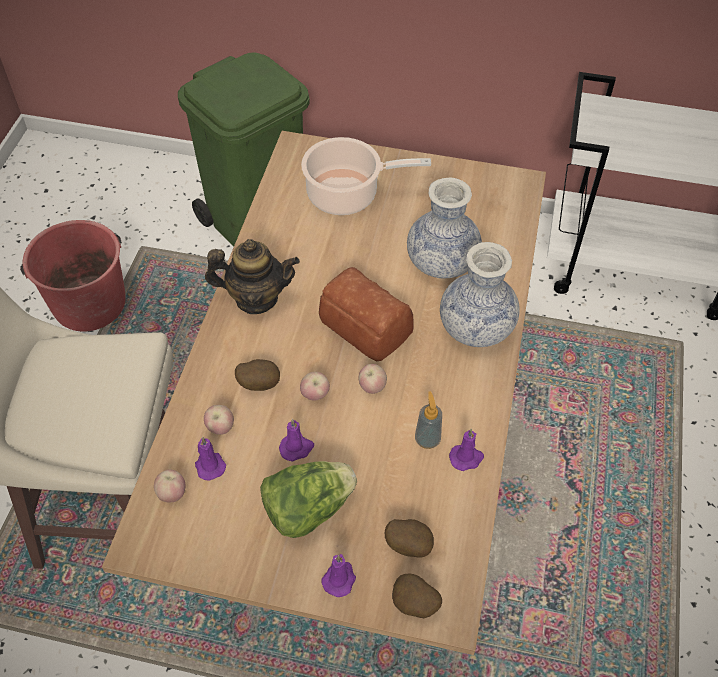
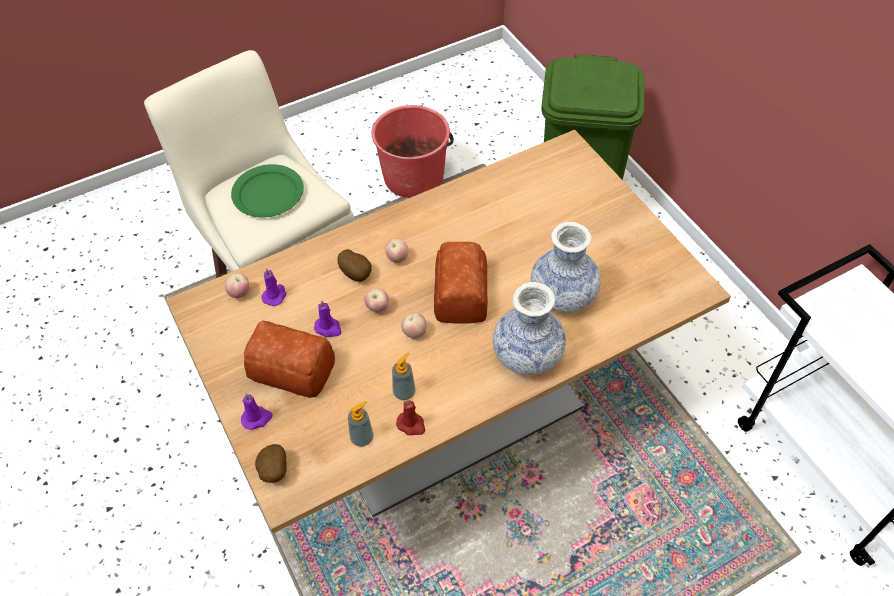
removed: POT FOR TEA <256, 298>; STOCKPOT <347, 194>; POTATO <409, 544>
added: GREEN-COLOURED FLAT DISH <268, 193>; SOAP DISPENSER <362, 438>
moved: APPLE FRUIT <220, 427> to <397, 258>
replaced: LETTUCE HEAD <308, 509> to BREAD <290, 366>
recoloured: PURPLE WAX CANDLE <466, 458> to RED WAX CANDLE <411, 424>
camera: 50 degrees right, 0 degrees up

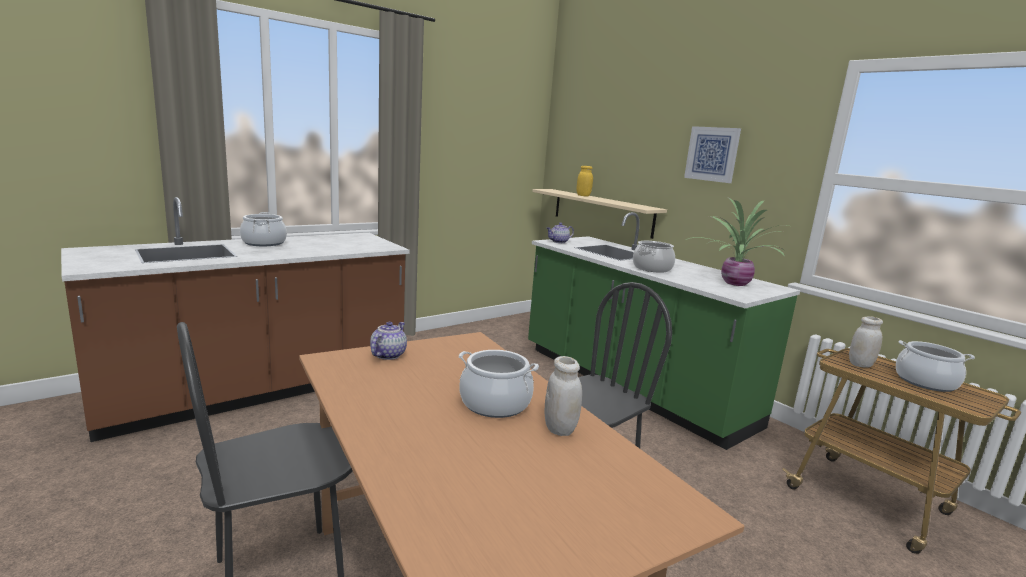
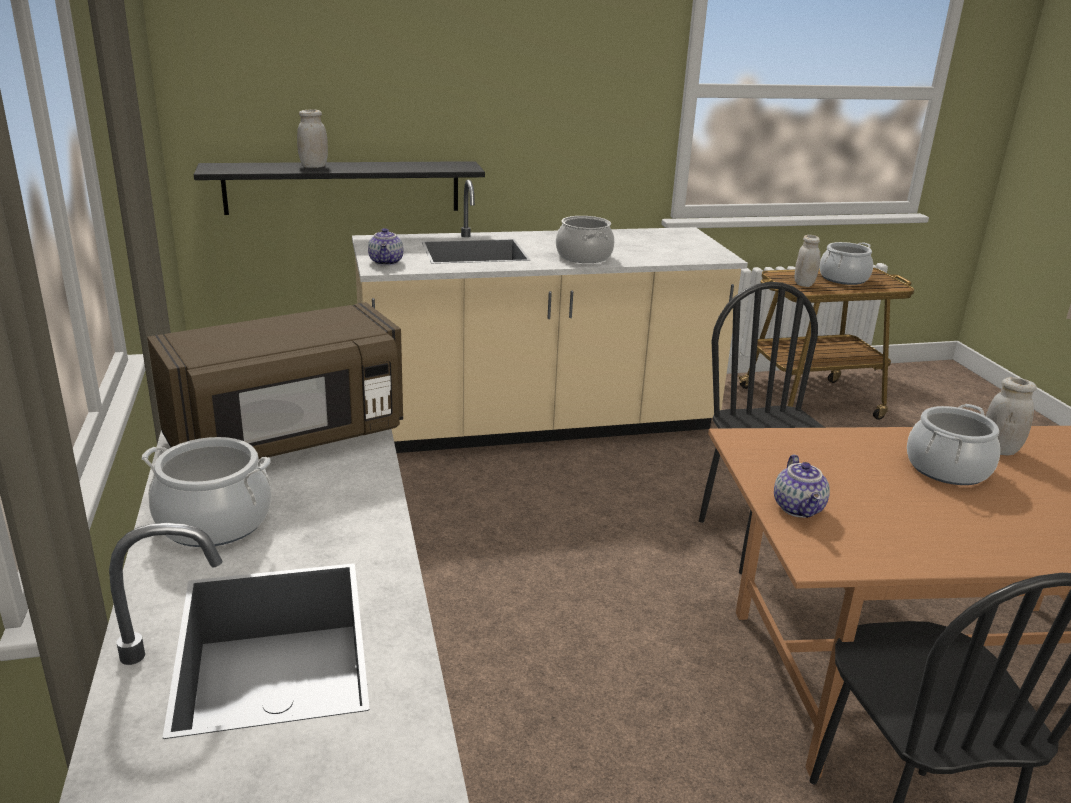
removed: WALL ART <712, 154>; POTTED PLANT <733, 283>
added: BROWN KITCHEN MICROWAVE <289, 438>
recoloured: BEIGE BRACKET SHELF <602, 212> to BLACKISH BRACKET SHELF <343, 187>; YELLOWISH JAR <583, 196> to WHITE JAR <314, 166>; GREEN-COLOURED COUNTER <631, 386> to BEIGE COUNTER <538, 424>
turned: POT FOR TEA <387, 355> = <799, 509> 135 degrees counterclockwise
camera: 65 degrees left, 10 degrees up

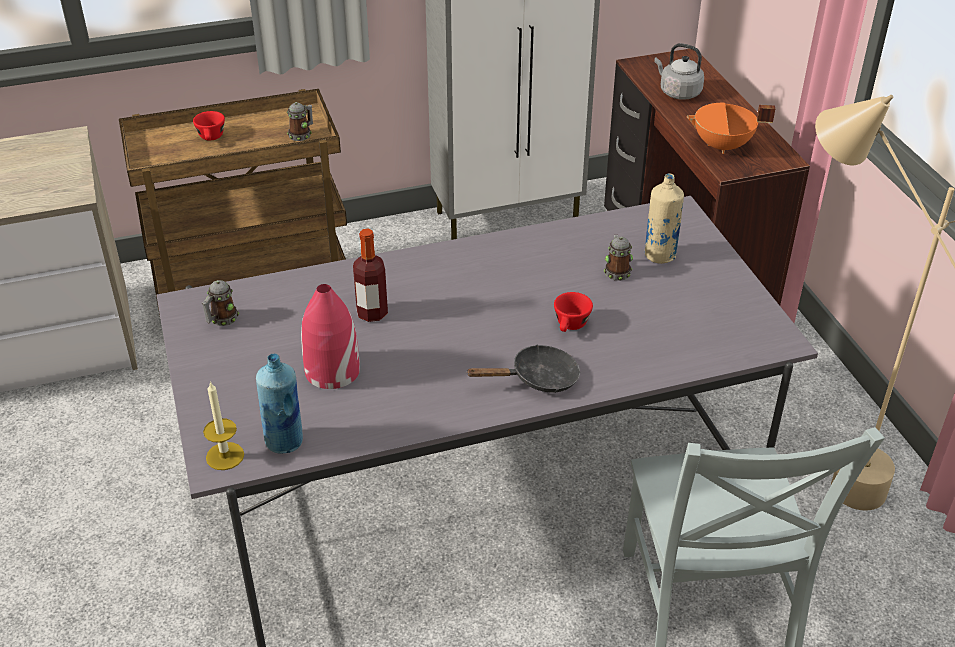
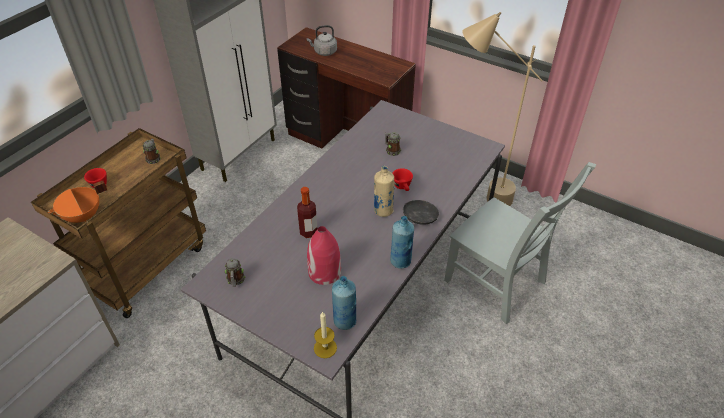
added: BLUE DRINK BOTTLE <400, 261>
moved: ORANGEY STOCKPOT <722, 146> to <83, 217>; BEIGE DRINK BOTTLE <660, 255> to <383, 210>
camera: 40 degrees left, 5 degrees up

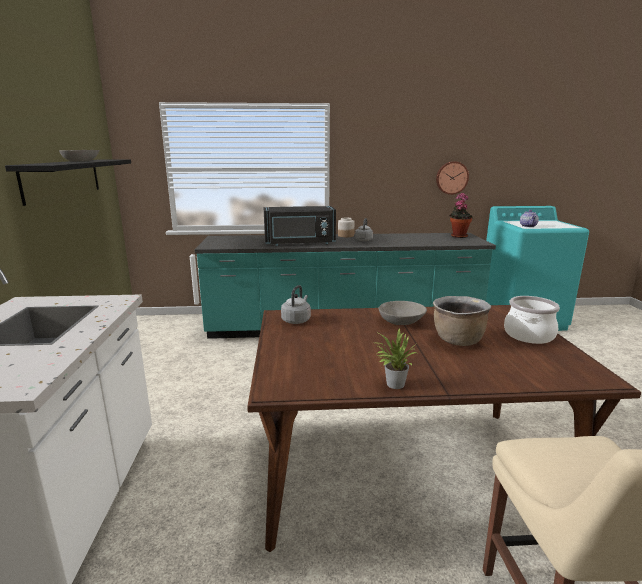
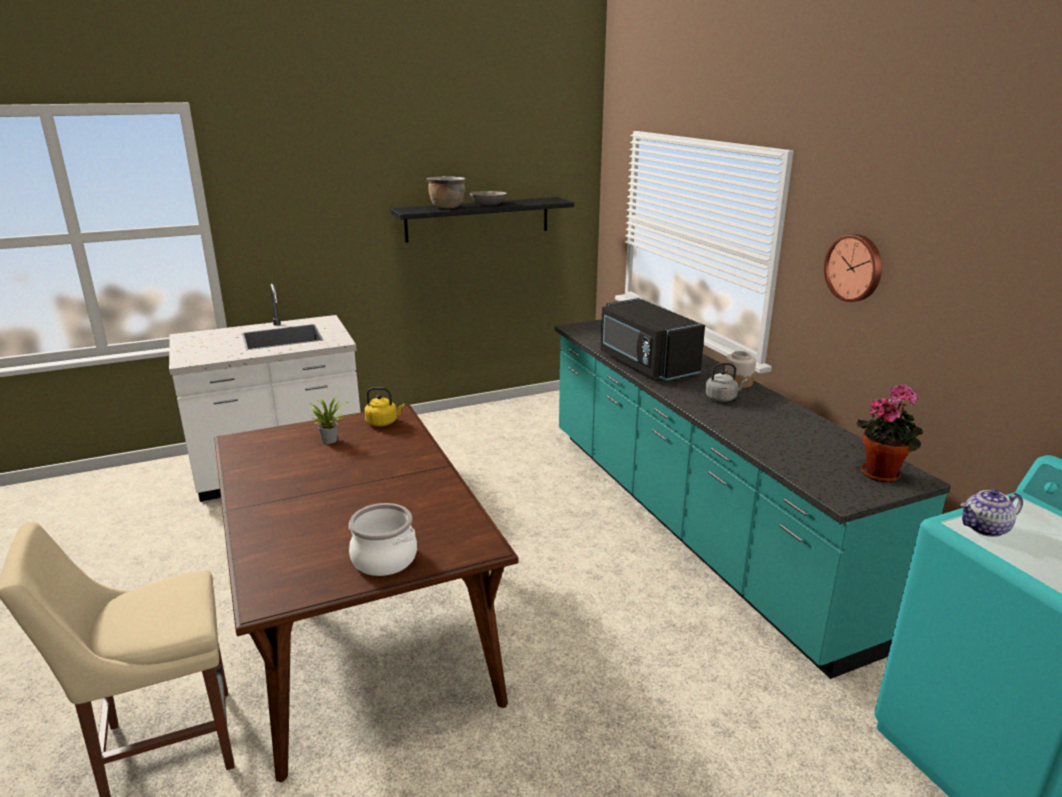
removed: GREY BOWL <401, 321>
moved: POTTED PLANT <392, 384> to <329, 439>; BROWN STOCKPOT <457, 340> to <447, 207>; WALL CLOCK <451, 178> to <855, 267>
recoloured: GREY WATER KETTLE <296, 320> to YELLOWISH WATER KETTLE <383, 422>
camera: 70 degrees right, 5 degrees up

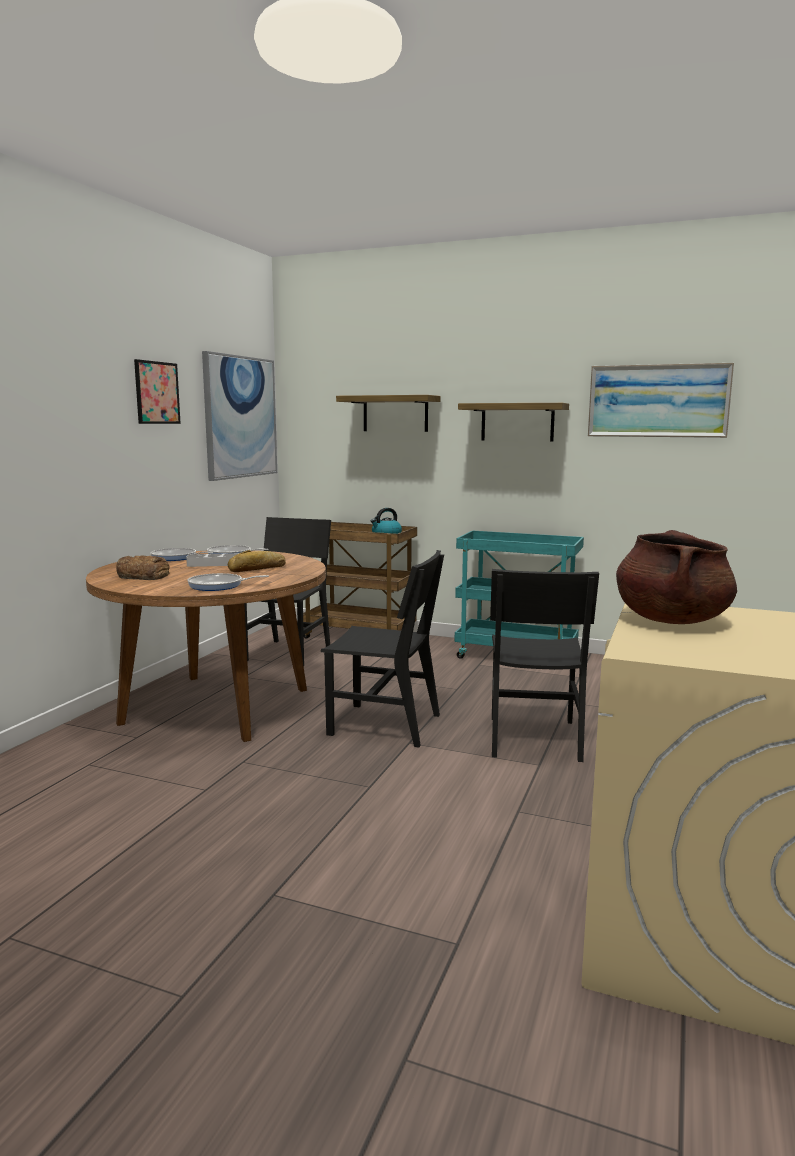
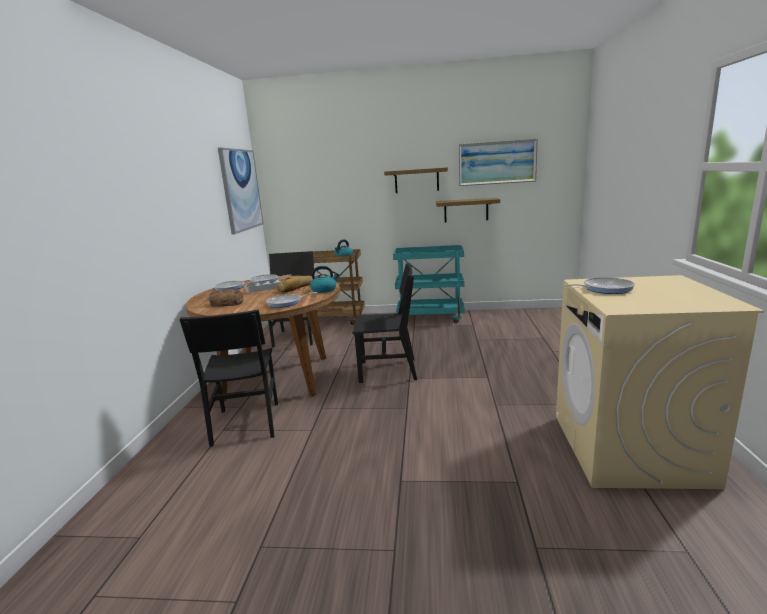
removed: WALL ART <157, 392>
added: WATER KETTLE <324, 290>
moved: BLACKISH UPRIGHT CHAIR <533, 738> to <246, 423>; BRACKET SHELF <395, 414> to <466, 210>
replaced: BROWN STOCKPOT <671, 620> to PAN <604, 289>
camera: 15 degrees left, 5 degrees up

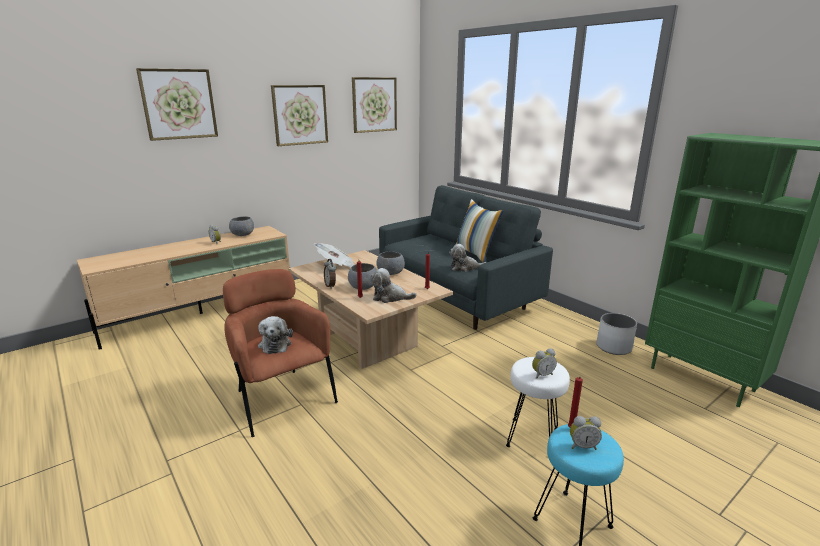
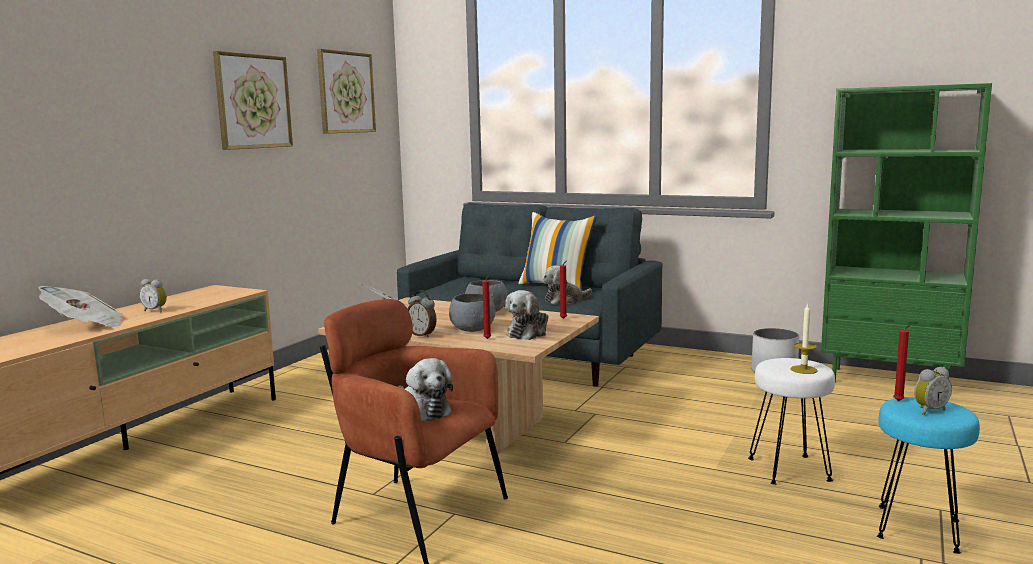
removed: WALL ART <179, 104>; GREY BOWL <243, 235>
added: NEWSPAPER <86, 326>
replaced: ALARM CLOCK <542, 375> to WAX CANDLE <803, 370>
turned: SOFT TOY <390, 297> = <529, 332> 45 degrees counterclockwise
camera: 25 degrees left, 10 degrees down

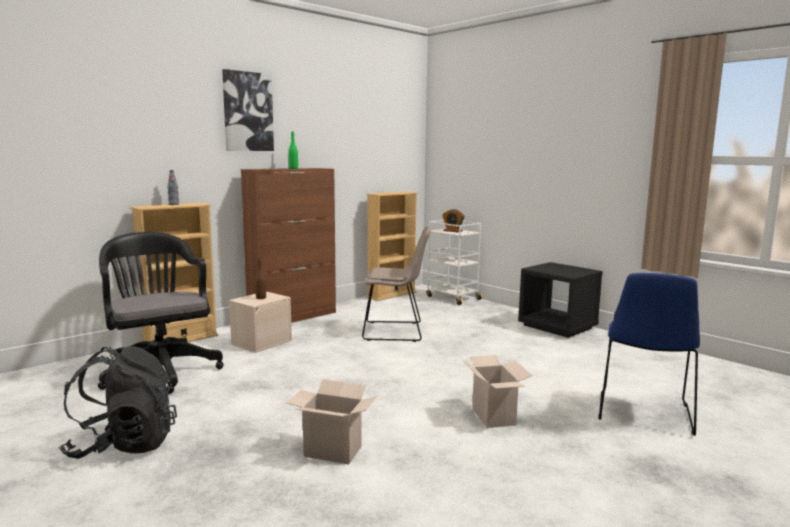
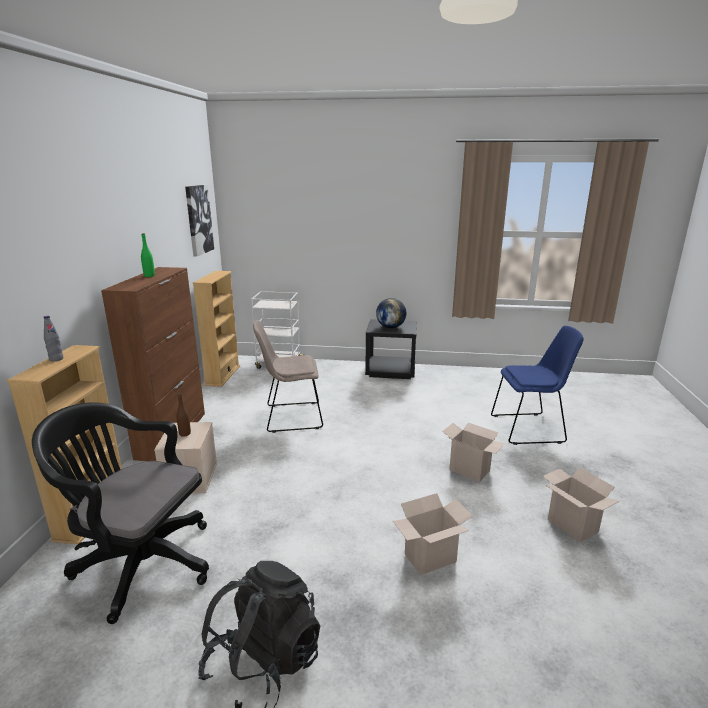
removed: ALARM CLOCK <452, 231>
added: WORLD GLOBE <390, 327>; CARDBOARD BOX <570, 525>
moved: WALL ART <247, 112> to <198, 219>
turned: BEIGE UPRIGHT CHAIR <396, 331> = <291, 417> 150 degrees counterclockwise; BLUE UPRIGHT CHAIR <644, 414> = <529, 428> 75 degrees counterclockwise
camera: 40 degrees left, 10 degrees up

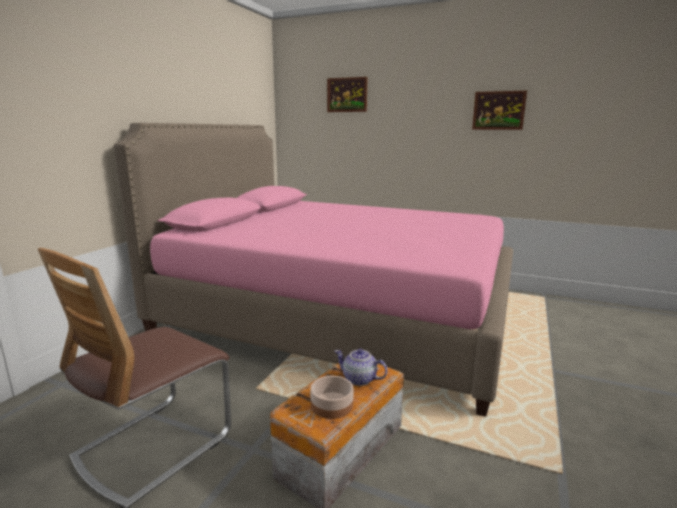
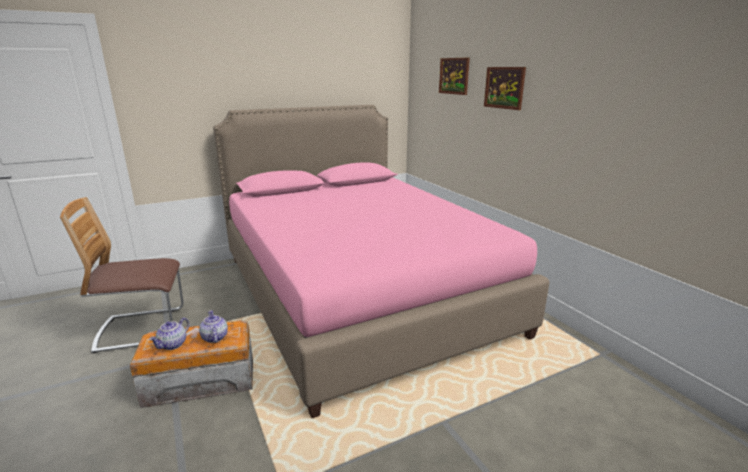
moved: WALL ART <498, 110> to <504, 88>
replaced: BOWL <332, 405> to POT FOR TEA <173, 344>
camera: 40 degrees right, 5 degrees up

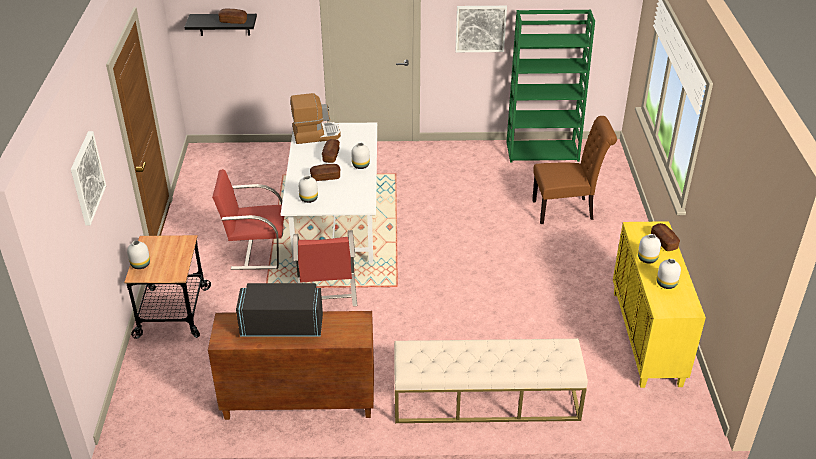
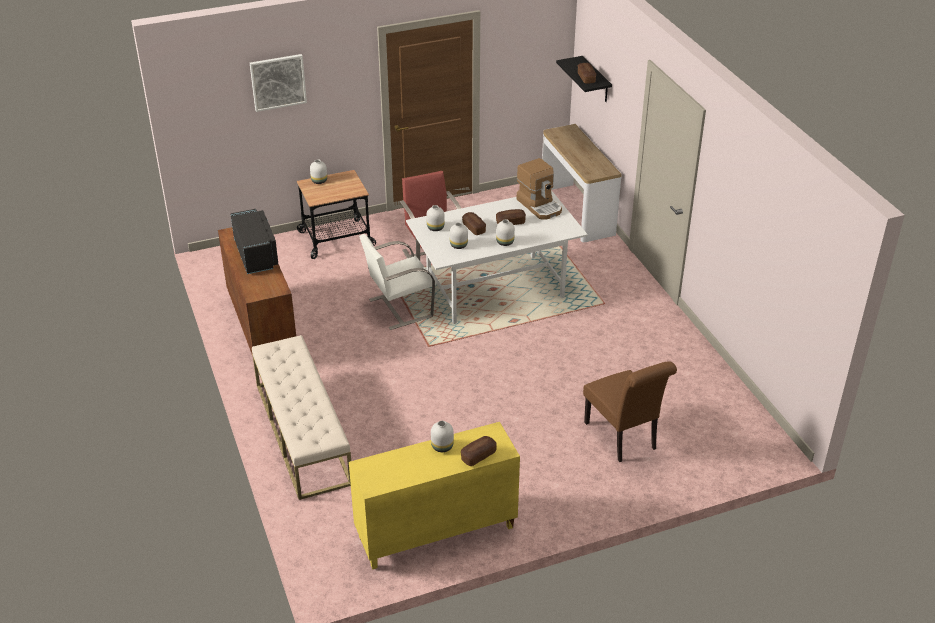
removed: WALL ART <480, 28>; GREEN-COLOURED BOOKSHELF <543, 151>
added: HALL TABLE <577, 212>
moved: WHITE FLOWER VASE <665, 284> to <458, 245>
recoloured: RED UPRIGHT CHAIR <326, 292> to WHITE UPRIGHT CHAIR <399, 308>
camera: 70 degrees right, 0 degrees up

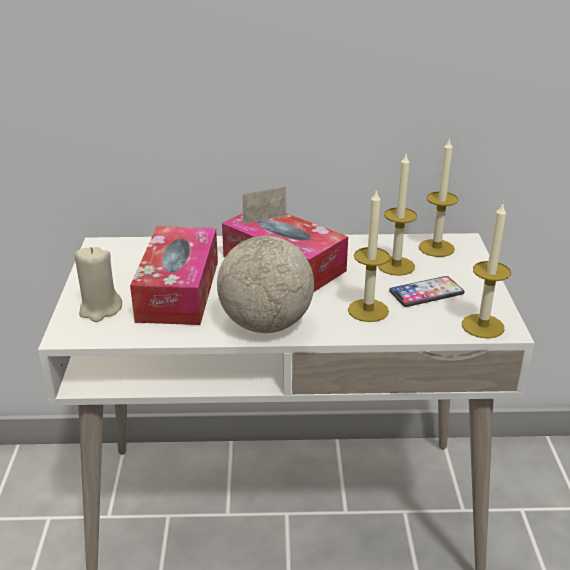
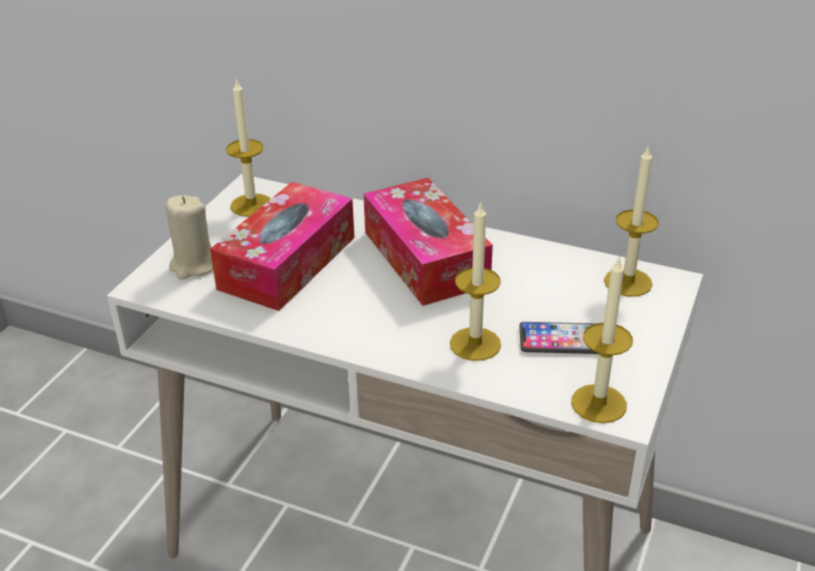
removed: WORLD GLOBE <267, 325>
moved: WAX CANDLE <396, 266> to <251, 205>
camera: 25 degrees right, 5 degrees up

